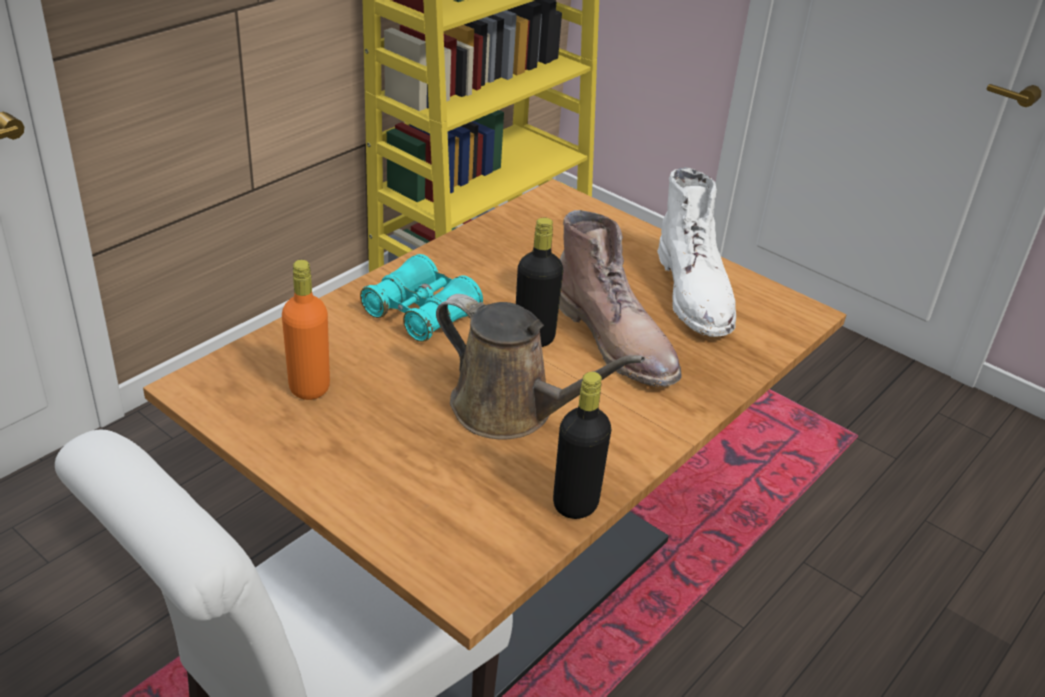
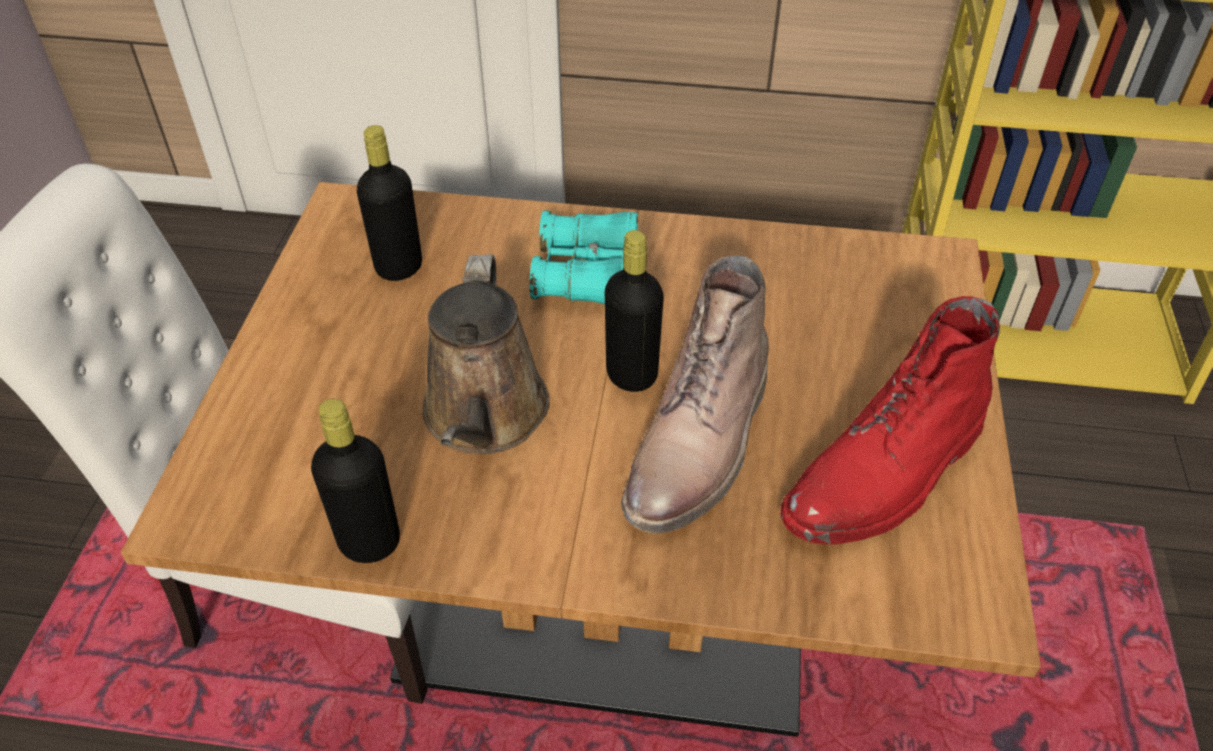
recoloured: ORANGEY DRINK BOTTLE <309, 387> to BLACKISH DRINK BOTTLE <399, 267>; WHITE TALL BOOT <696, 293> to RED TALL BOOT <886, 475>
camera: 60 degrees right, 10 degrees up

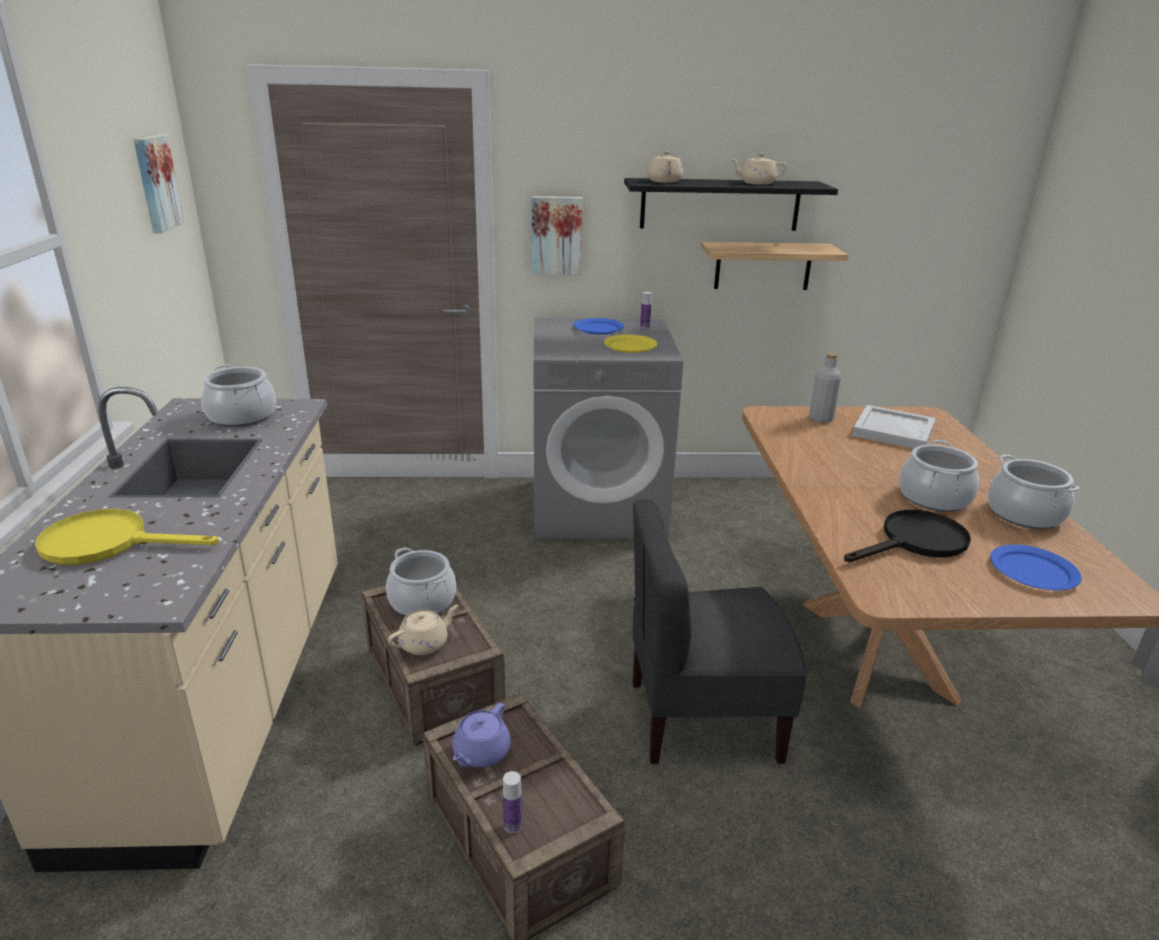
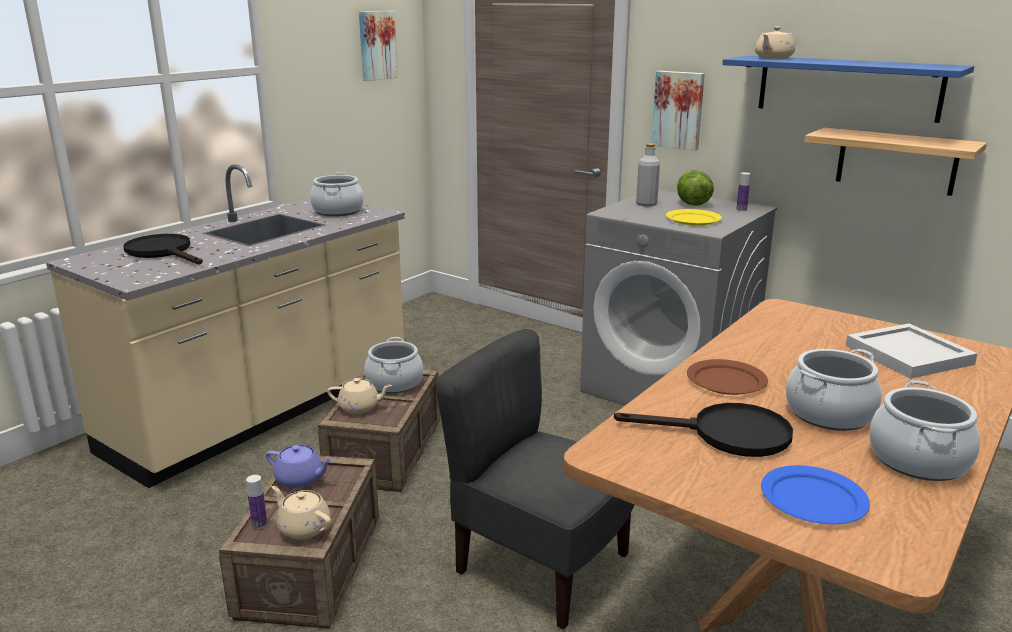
added: BROWN FLAT DISH <725, 381>
moved: BEIGE POT FOR TEA <756, 183> to <303, 527>; GREY DRINK BOTTLE <821, 418> to <646, 204>
replaced: BLUE FLAT DISH <598, 329> to LETTUCE HEAD <692, 204>
recoloured: YELLOWISH PAN <109, 543> to BLACKISH PAN <163, 252>; BLACKISH BRACKET SHELF <720, 204> to BLUE BRACKET SHELF <847, 87>
turned: PURPLE POT FOR TEA <480, 753> = <300, 479> 135 degrees counterclockwise
camera: 40 degrees right, 5 degrees down

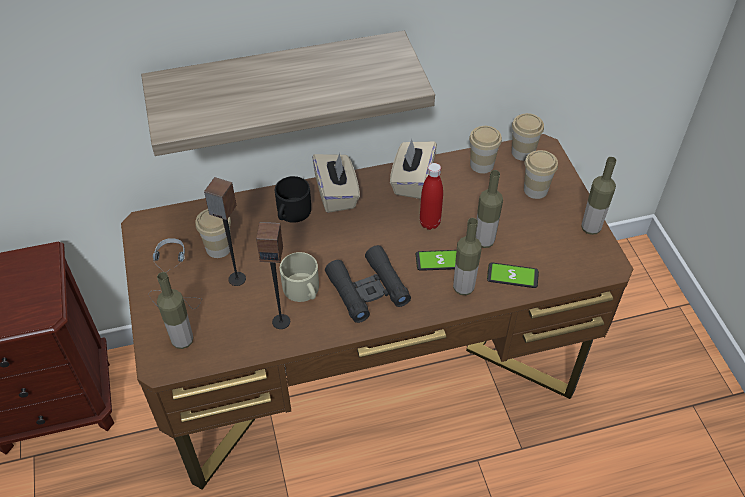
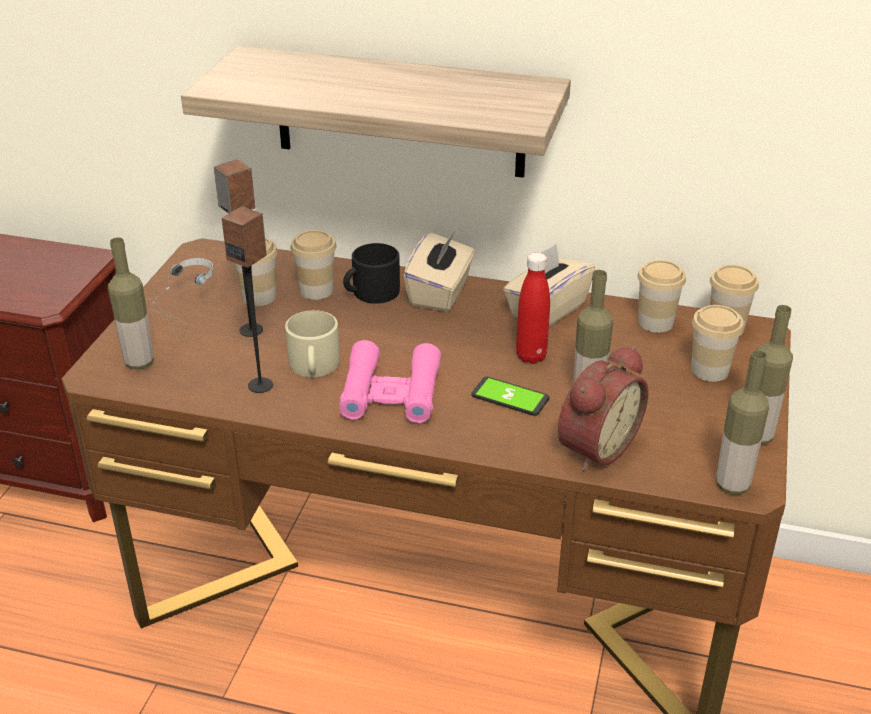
added: DRINKING CUP <316, 290>
moved: DRINK BOTTLE <463, 288> to <732, 485>
replaced: HANDSET <512, 276> to ALARM CLOCK <594, 446>
recoloured: BLACKISH FIELD GLASSES <368, 289> to PINK-COLOURED FIELD GLASSES <391, 392>
camera: 30 degrees right, 15 degrees down

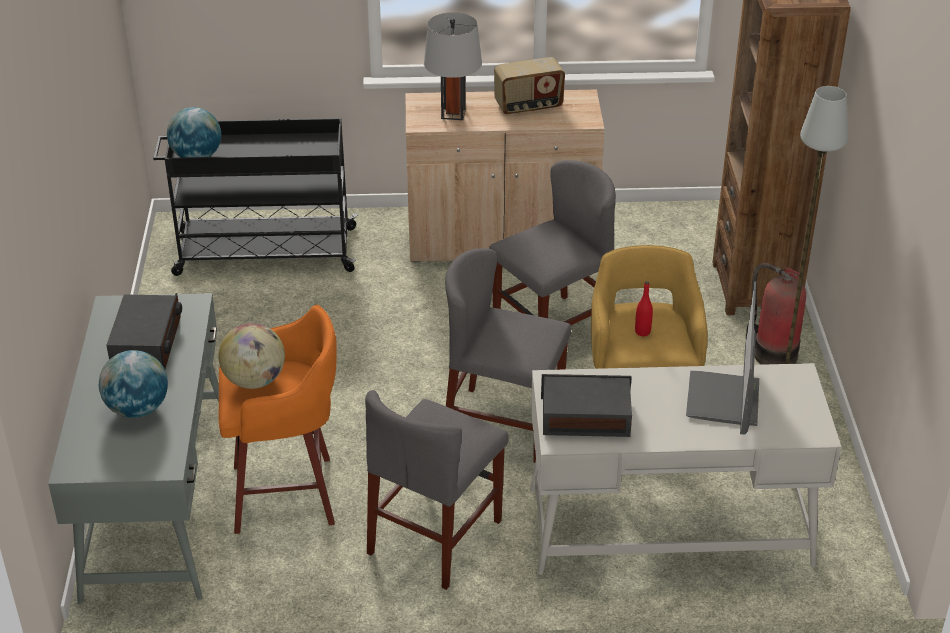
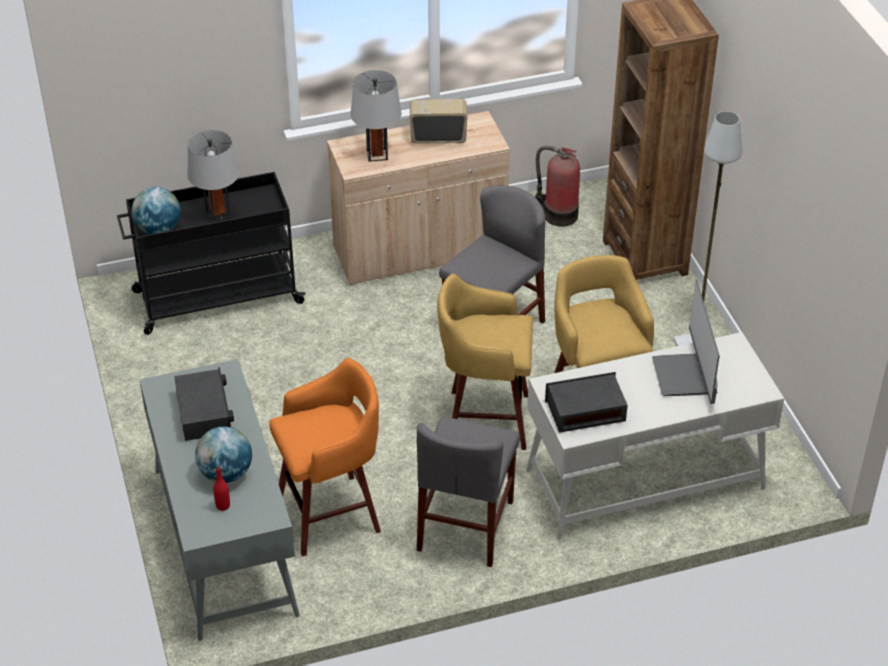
removed: WORLD GLOBE <254, 380>
added: GREY TABLE LAMP <218, 214>
moved: RED DRINK BOTTLE <642, 332> to <223, 505>; FIRE-FIGHTING CYLINDER <772, 353> to <558, 214>
replaced: GREY UPRIGHT CHAIR <503, 425> to YELLOWISH SITTING STOOL <484, 419>
turned: RADIO <528, 106> = <438, 137> 150 degrees counterclockwise
camera: 15 degrees left, 5 degrees up

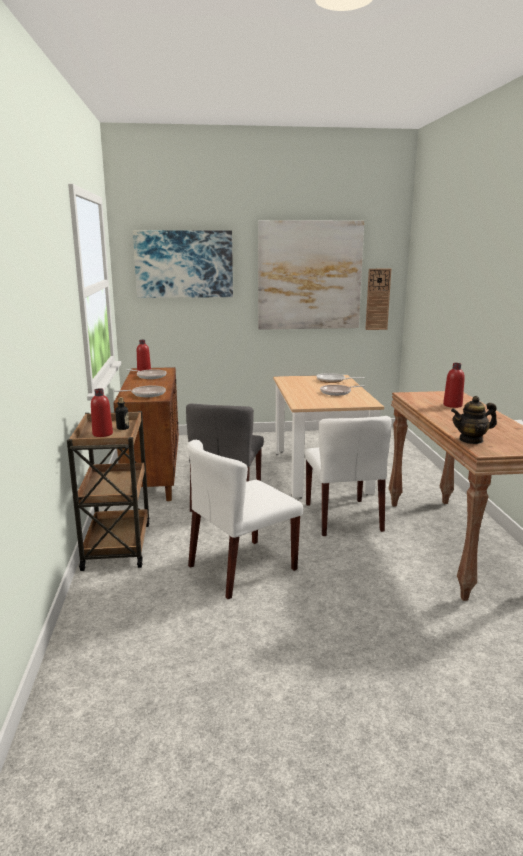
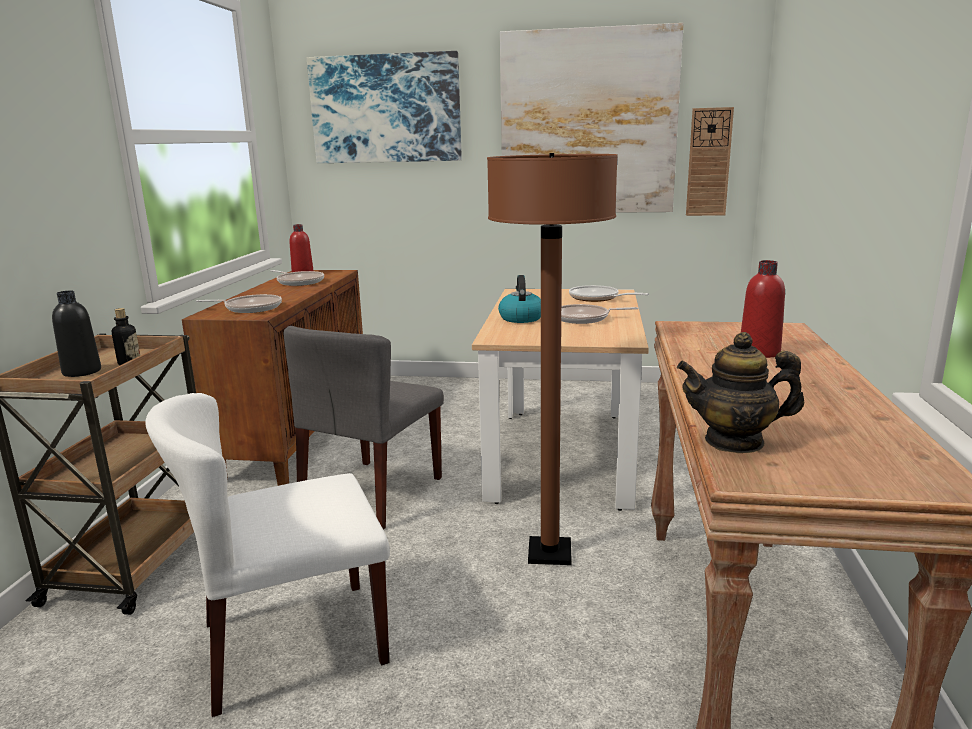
added: WATER KETTLE <521, 318>
replaced: WHITE UPRIGHT CHAIR <343, 517> to BROWN FLOOR LAMP <549, 553>
recoloured: RED DRINK BOTTLE <102, 434> to BLACKISH DRINK BOTTLE <82, 372>
camera: 15 degrees right, 0 degrees up

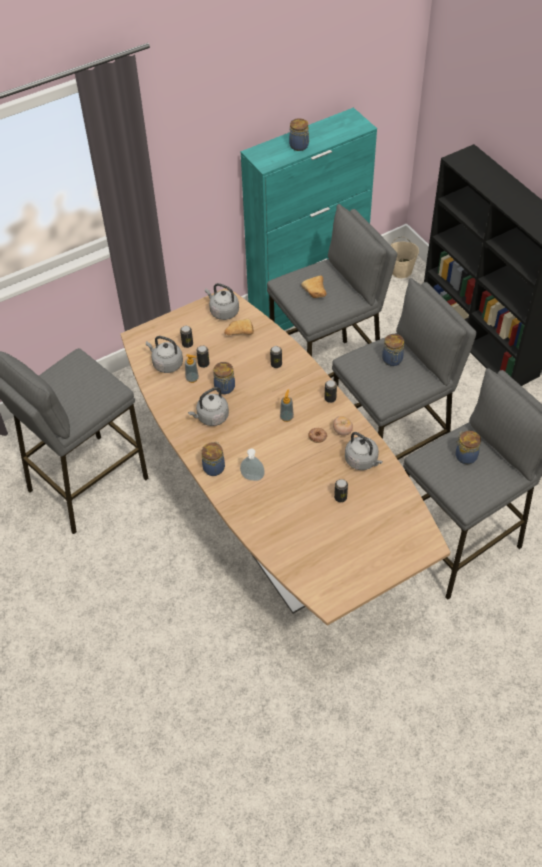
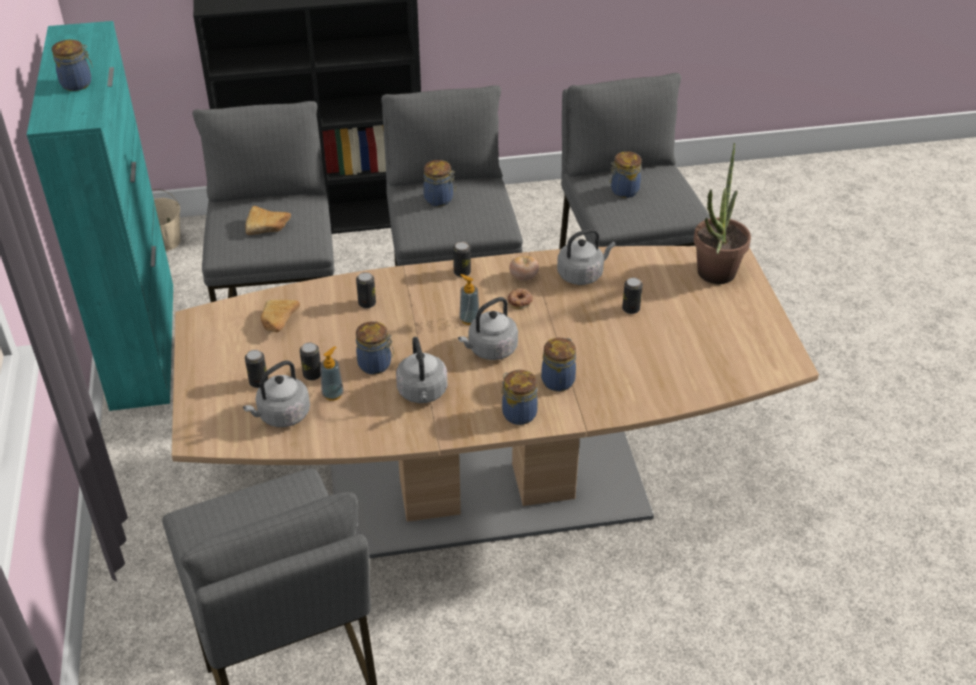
added: POTTED PLANT <713, 277>
moved: GREY WATER KETTLE <223, 311> to <490, 350>
replaced: SOAP DISPENSER <252, 478> to JAR <559, 380>
camera: 70 degrees left, 10 degrees down

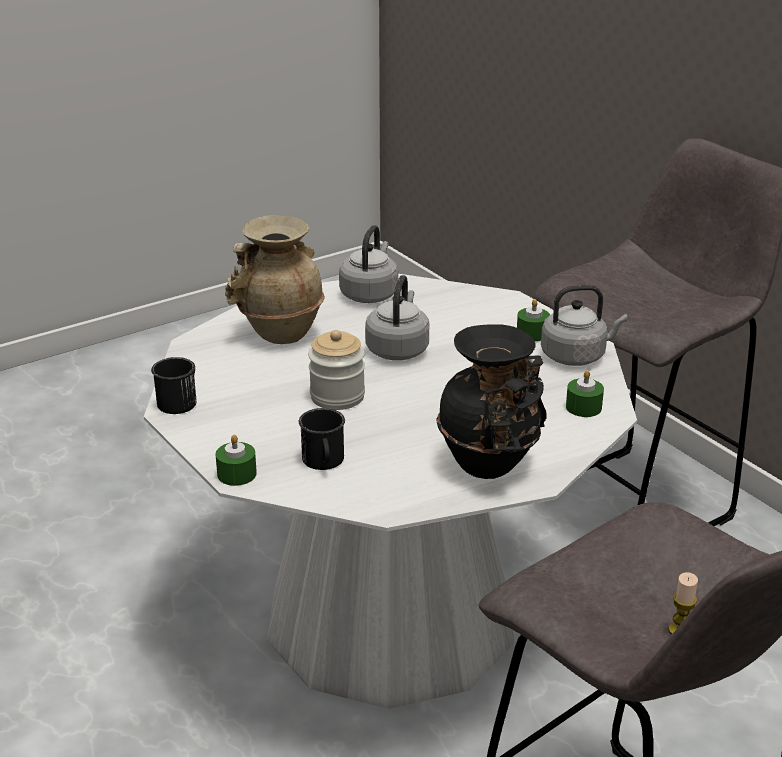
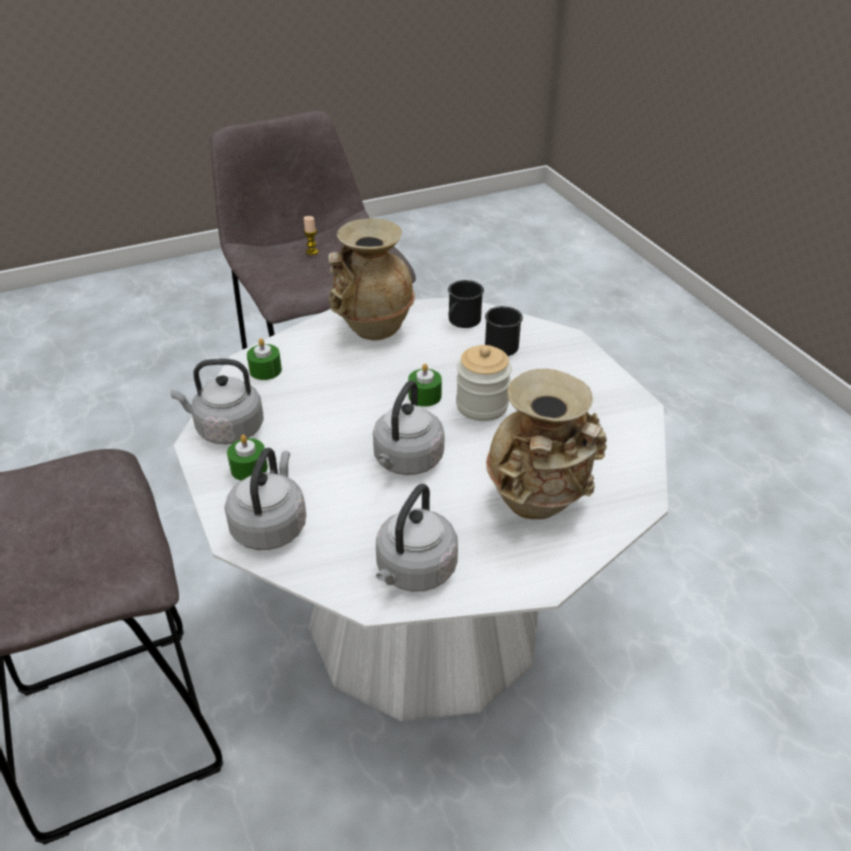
added: GREY WATER KETTLE <270, 525>
moved: GREEN-COLOURED WAX CANDLE <237, 474> to <425, 396>; BLACKISH COFFEE MUG <180, 401> to <461, 322>
recoloured: BLACKISH FLOWER VASE <491, 464> to BEIGE FLOWER VASE <371, 329>
camera: 170 degrees left, 10 degrees up

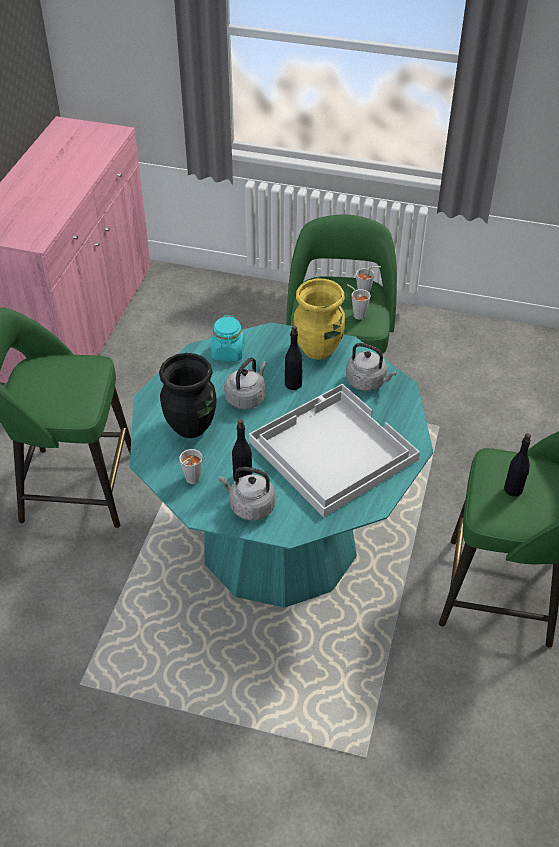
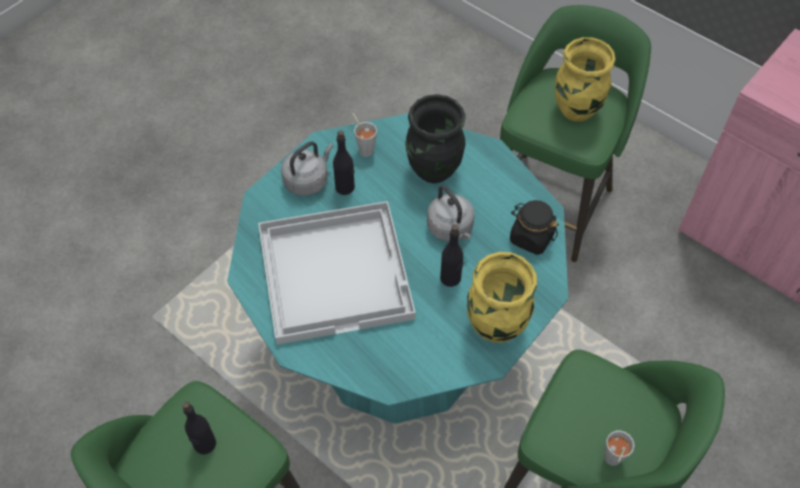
removed: GREY WATER KETTLE <368, 382>; GREY DRINKING CUP <357, 314>
added: YELLOWISH FLOWER VASE <576, 110>
recoloured: TURQUOISE-COLOURED JAR <228, 352> to BLACKISH JAR <531, 237>
camera: 115 degrees right, 10 degrees up

